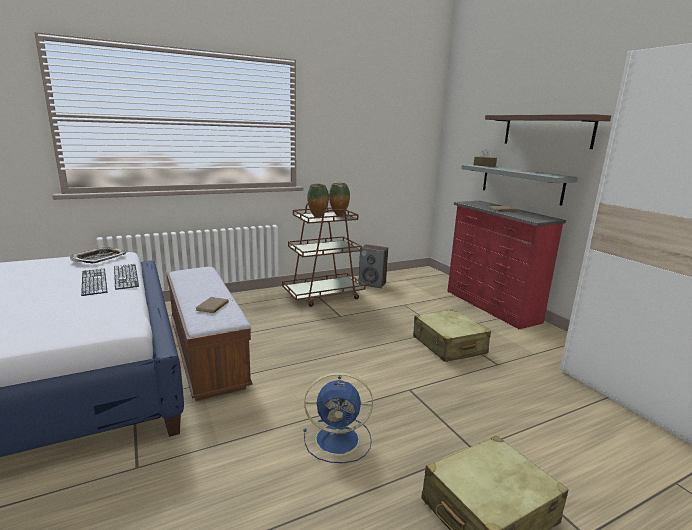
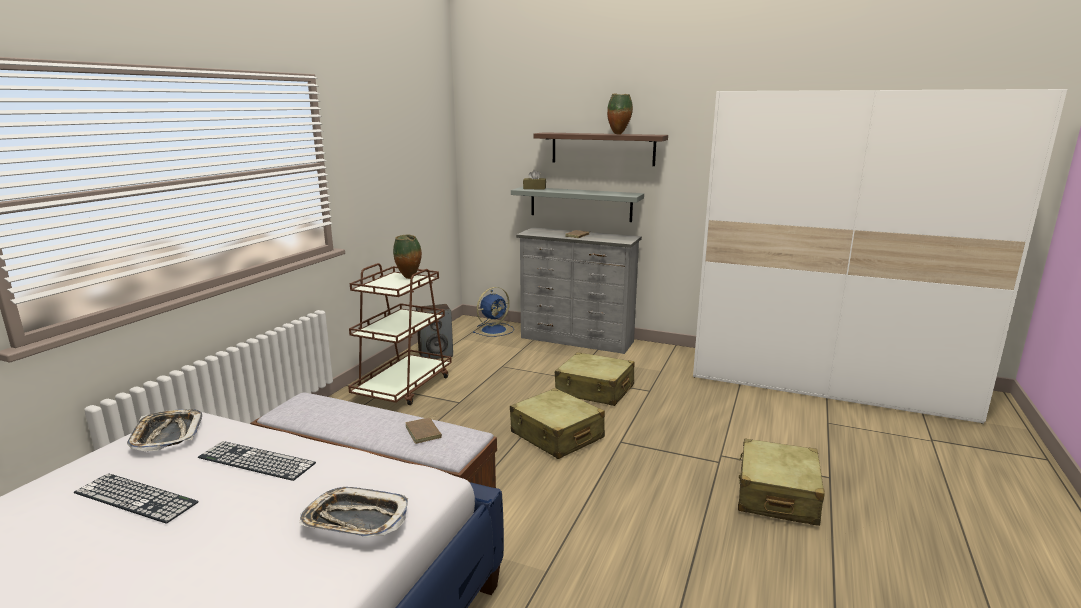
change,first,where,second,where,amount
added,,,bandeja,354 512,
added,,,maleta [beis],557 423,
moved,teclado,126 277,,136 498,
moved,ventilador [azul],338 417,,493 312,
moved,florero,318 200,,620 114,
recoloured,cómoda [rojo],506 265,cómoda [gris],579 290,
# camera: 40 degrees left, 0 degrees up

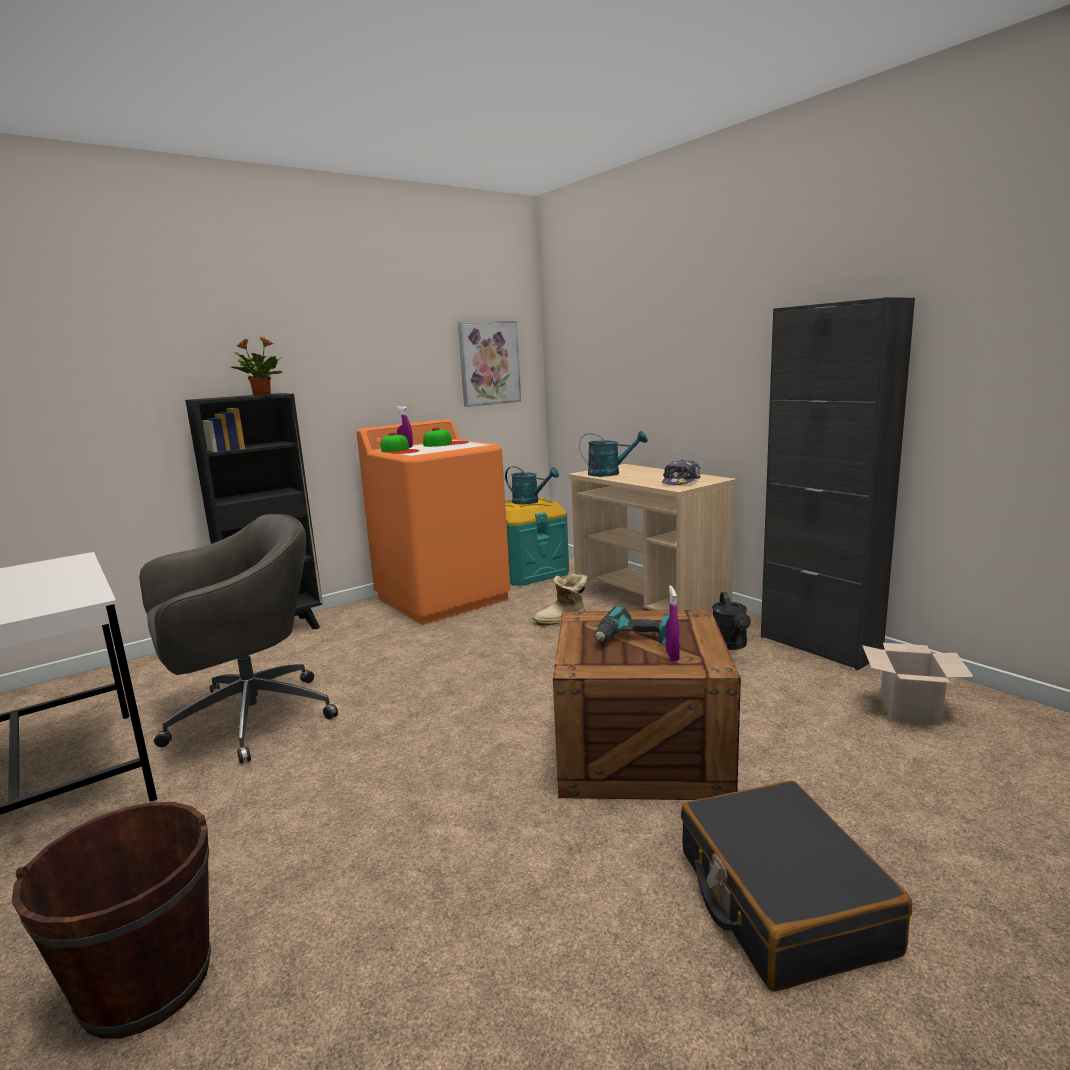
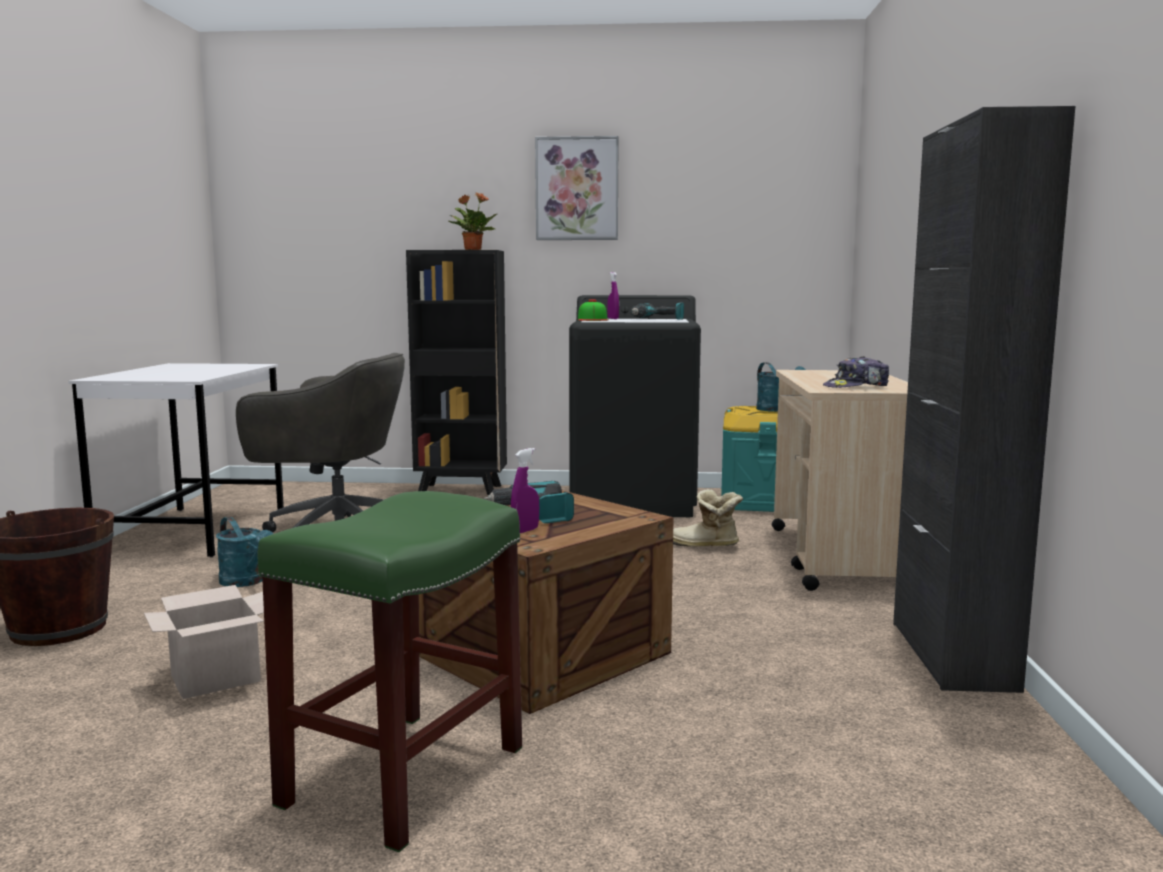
change,first,where,second,where,amount
removed,regadera [negro],731 621,,,
moved,cuadro,489 364,,577 188,
moved,regadera [turquesa],613 454,,245 552,
moved,caja de cartón,918 684,,204 642,
replaced,gorra,445 437,taladro,657 311,
replaced,maleta [negro],796 886,taburete [verde],389 671,
recoloured,lavadora [naranja],434 522,lavadora [negro],635 406,
# camera: 40 degrees right, 5 degrees down

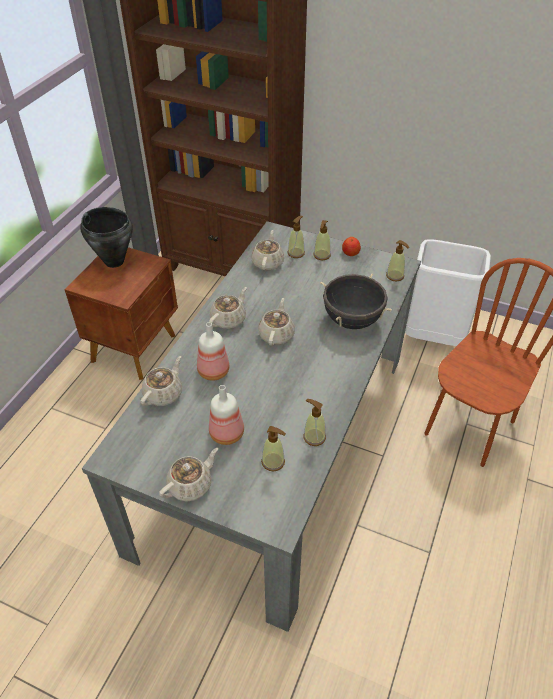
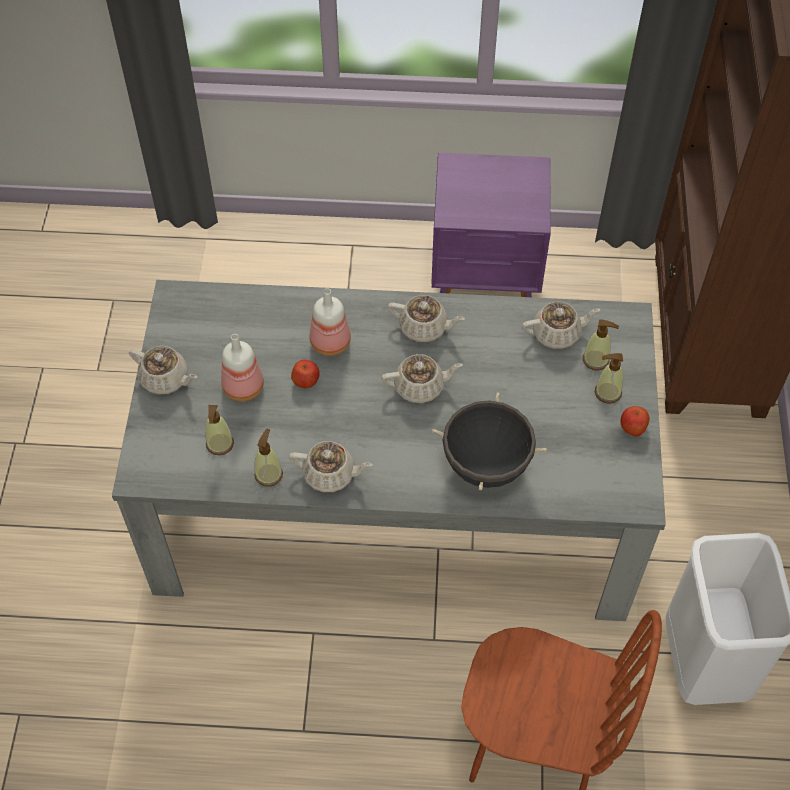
change,first,where,second,where,amount
removed,olla [negro],106 237,,,
removed,dispensador de jabón,397 260,,,
added,,,manzana,305 374,
moved,tetera [beis],161 381,,331 466,
recoloured,mesita de noche [marrón],121 313,mesita de noche [morado],491 225,
# camera: 70 degrees right, 10 degrees up

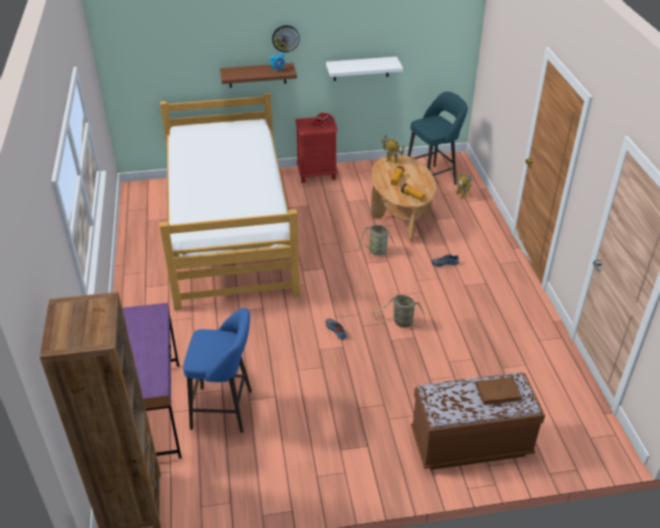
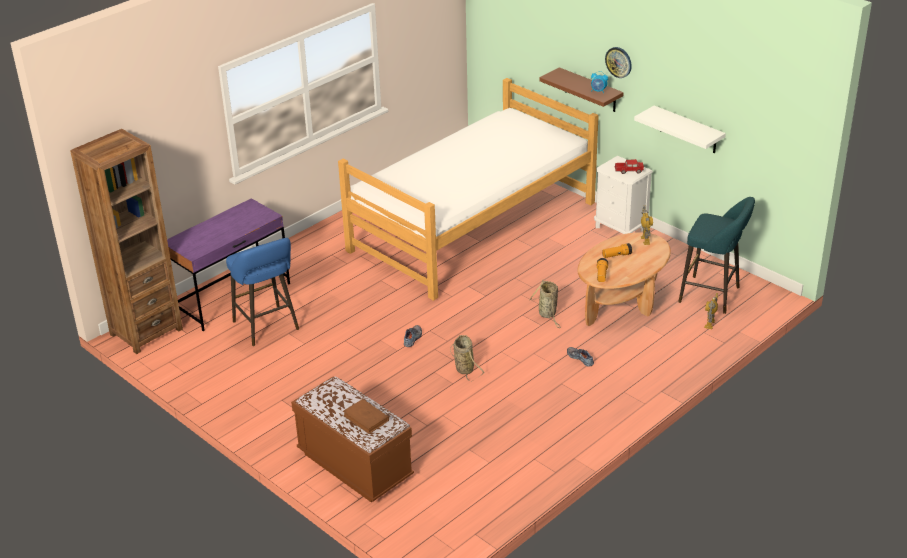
change,first,where,second,where,amount
recoloured,mesita de noche [rojo],316 149,mesita de noche [blanco],623 195,
# camera: 55 degrees right, 5 degrees down

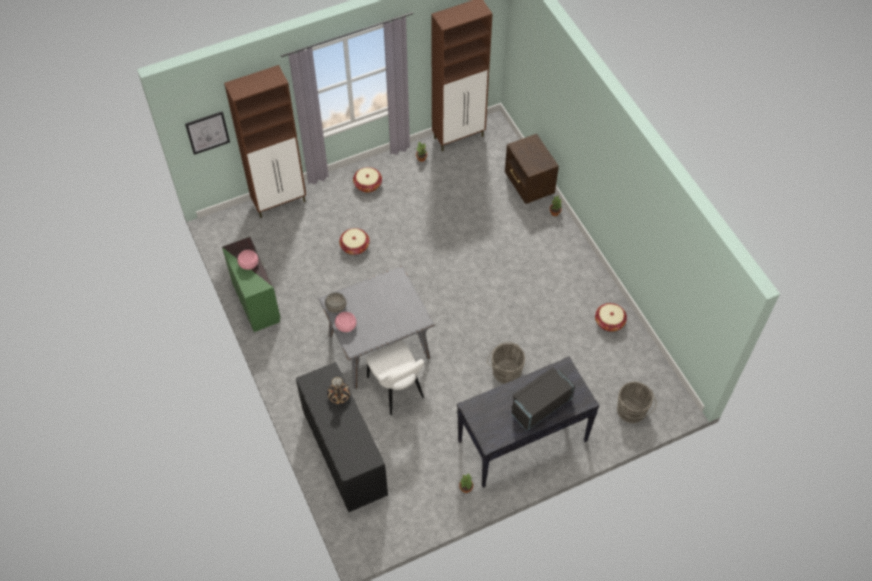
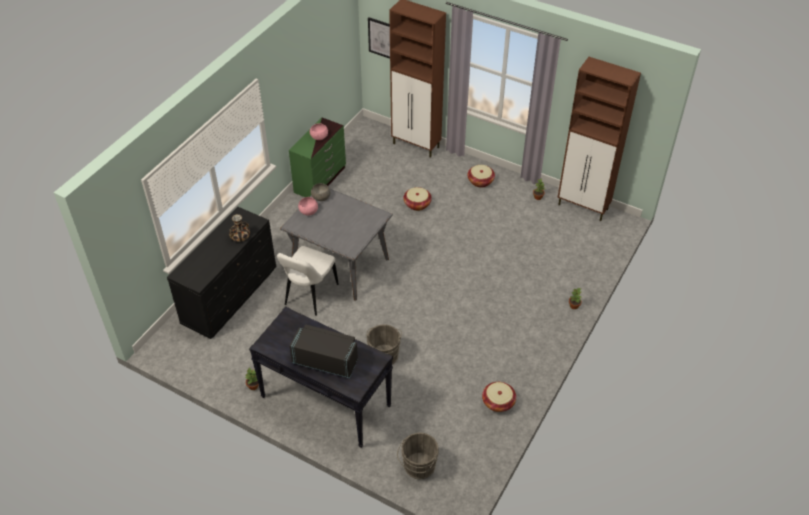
change,first,where,second,where,amount
removed,mesita de noche [marrón],532 169,,,
# camera: 55 degrees right, 10 degrees down

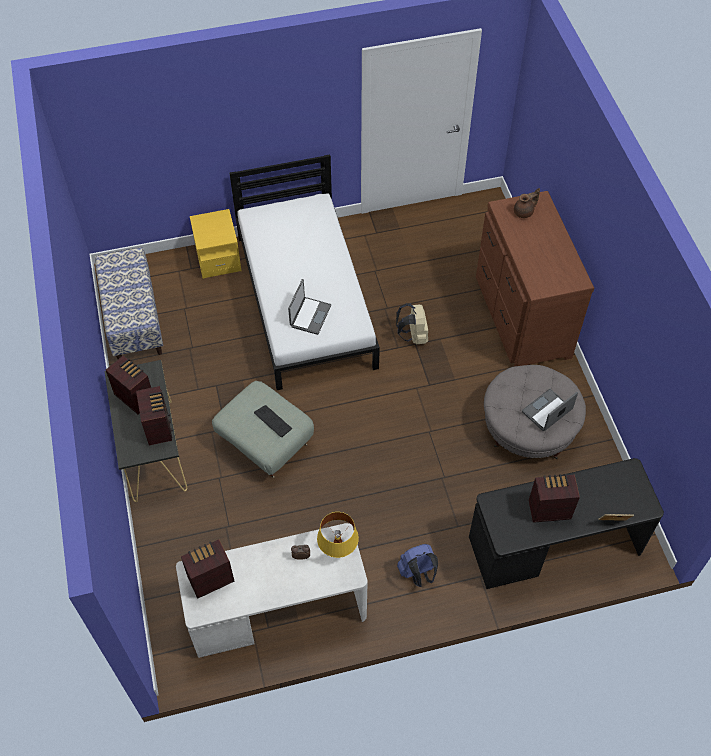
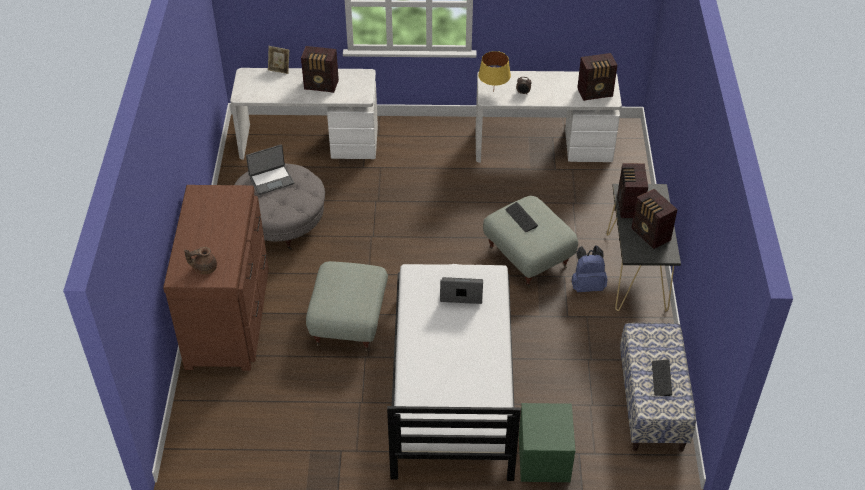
change,first,where,second,where,amount
added,,,teclado,662 378,
moved,mochila [azul],417 565,,589 268,
replaced,mochila [beis],412 323,puf [gris],347 306,
recoloured,mesita de noche [amarillo],215 244,mesita de noche [verde],547 442,
recoloured,escritorio [negro],566 523,escritorio [blanco],304 114,
turned,portátil,309 307,,461 290,60 degrees clockwise
# camera: 165 degrees left, 10 degrees down

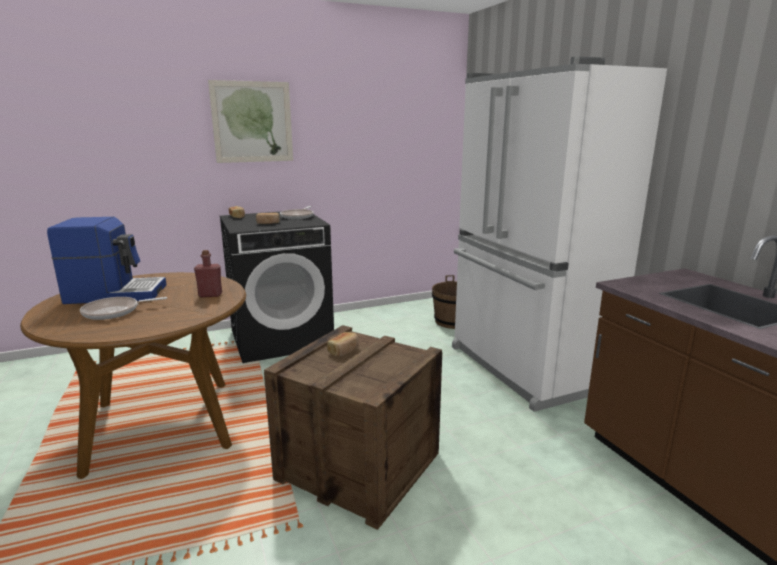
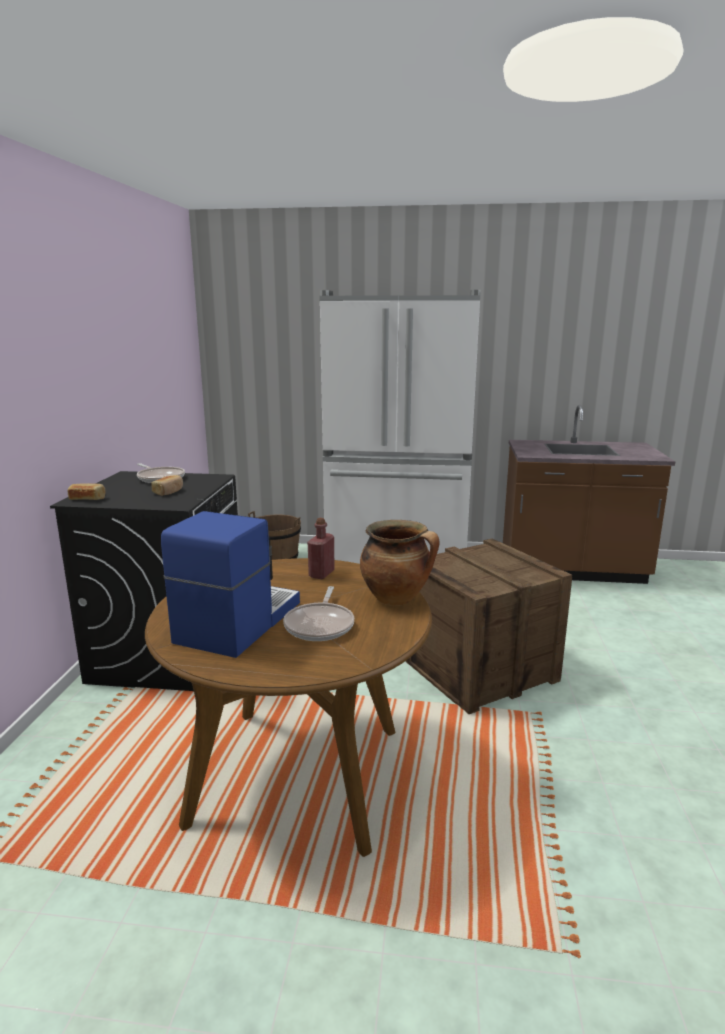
change,first,where,second,where,amount
removed,cuadro,250 121,,,
removed,pan,343 344,,,
added,,,olla,400 563,
# camera: 60 degrees left, 0 degrees up

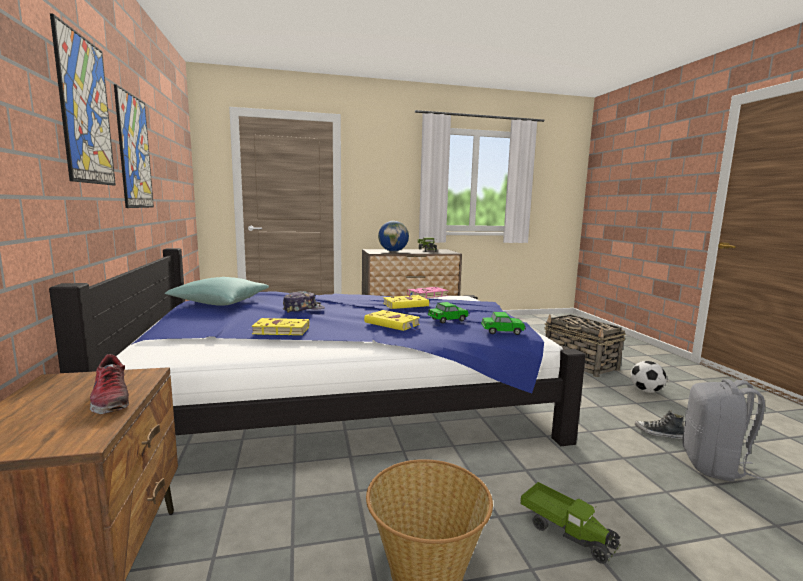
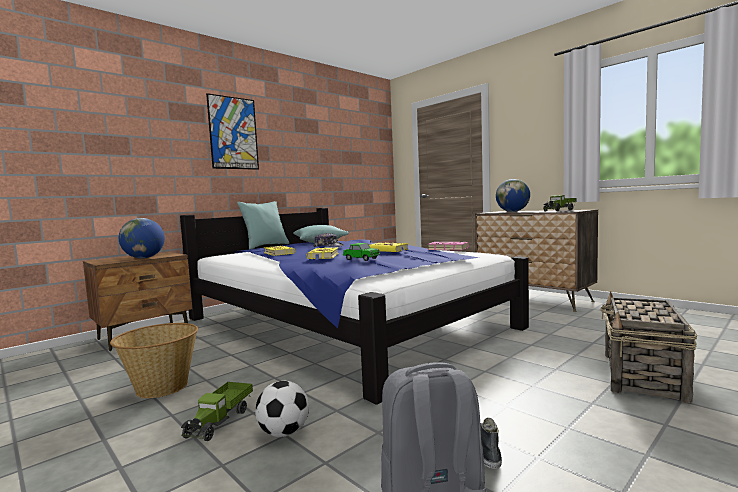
change,first,where,second,where,amount
removed,cuadro,134 146,,,
removed,coche de juguete,503 323,,,
added,,,cojín [turquesa],263 225,
moved,balón de fútbol,648 377,,282 409,
replaced,zapato,109 384,globo terráqueo,142 238,
# camera: 60 degrees right, 5 degrees down

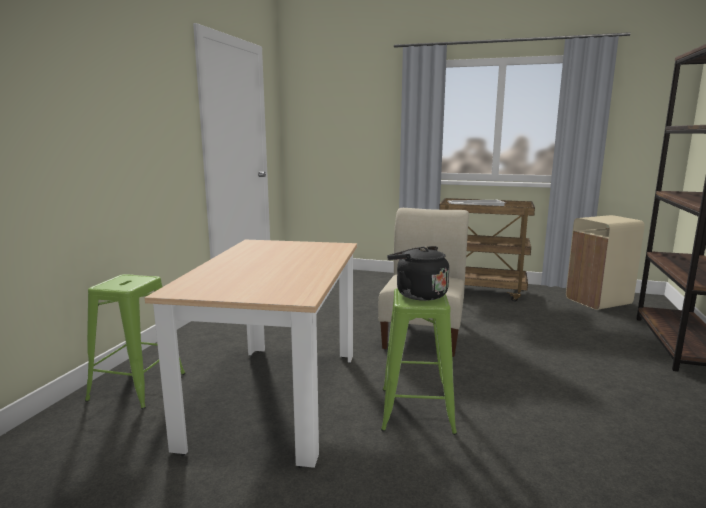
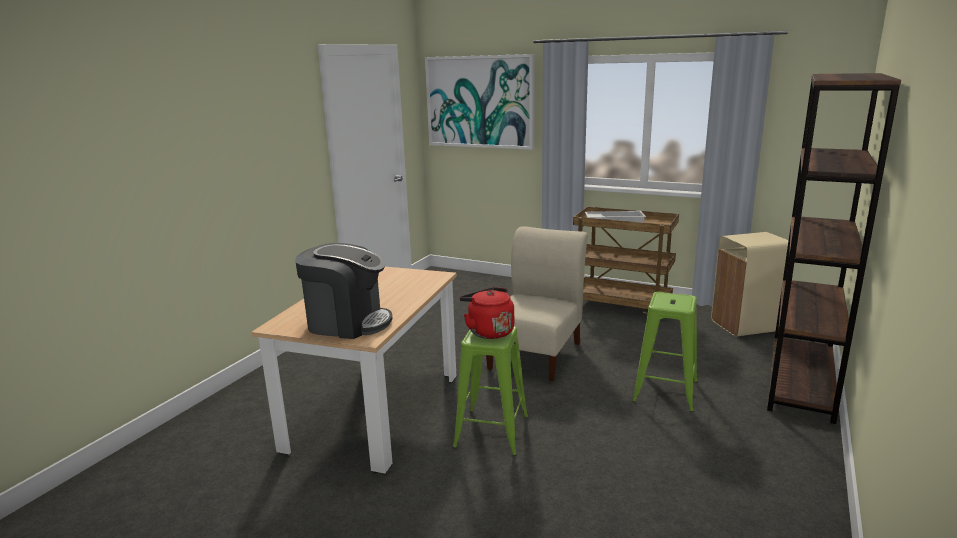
change,first,where,second,where,amount
added,,,cafetera,343 291,
added,,,cuadro,480 101,
moved,taburete [verde],135 341,,665 352,
recoloured,hervidor [negro],418 273,hervidor [rojo],487 313,
# camera: 10 degrees right, 5 degrees up

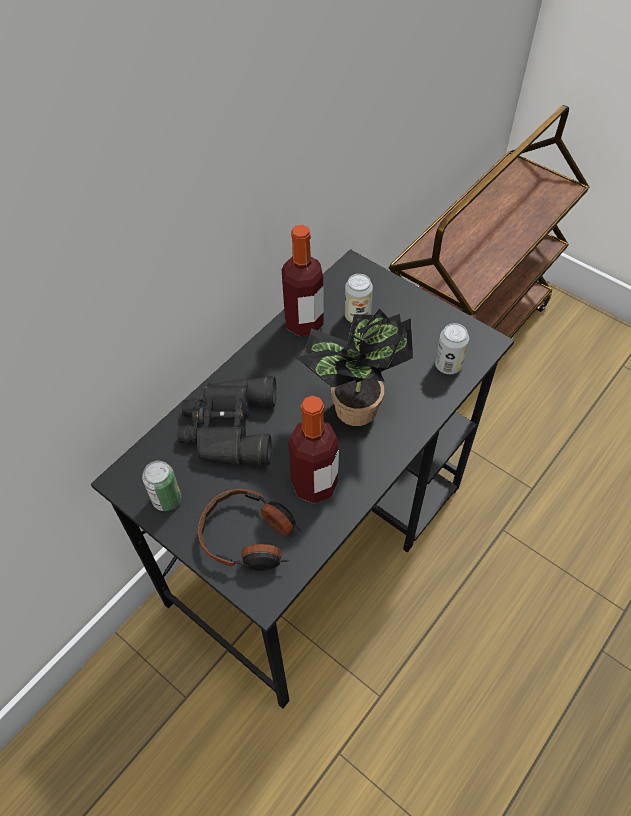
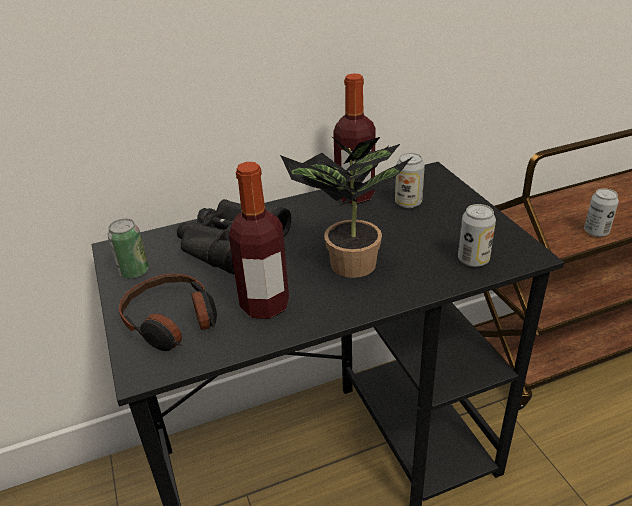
change,first,where,second,where,amount
added,,,lata,601 212,
# camera: 30 degrees right, 20 degrees down

